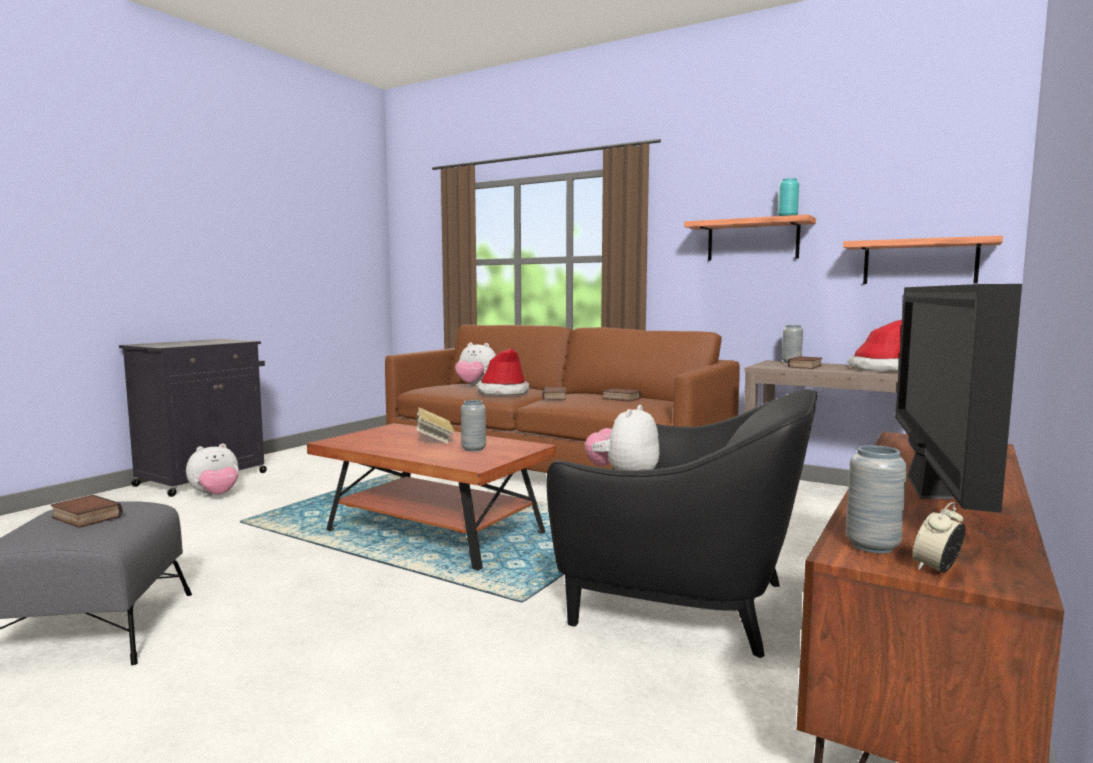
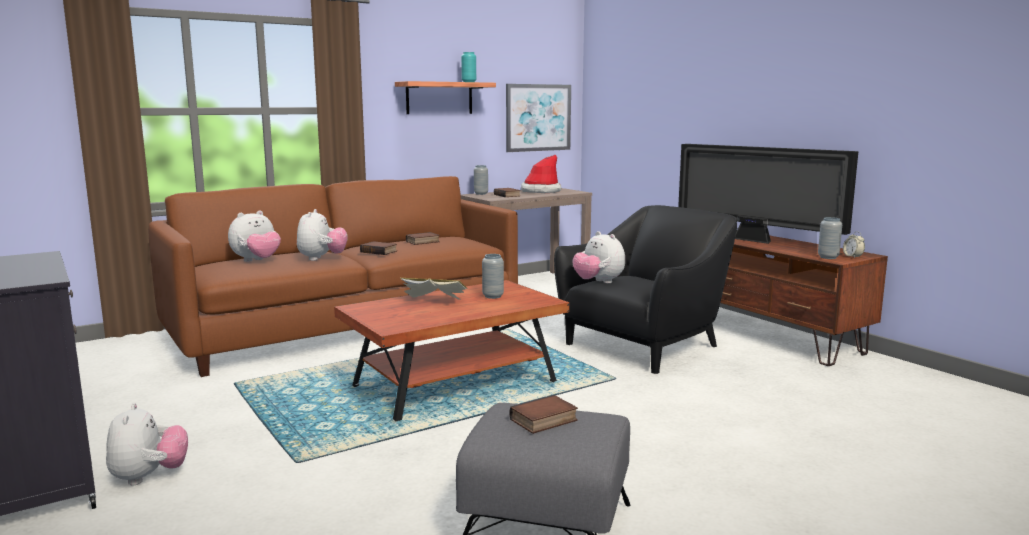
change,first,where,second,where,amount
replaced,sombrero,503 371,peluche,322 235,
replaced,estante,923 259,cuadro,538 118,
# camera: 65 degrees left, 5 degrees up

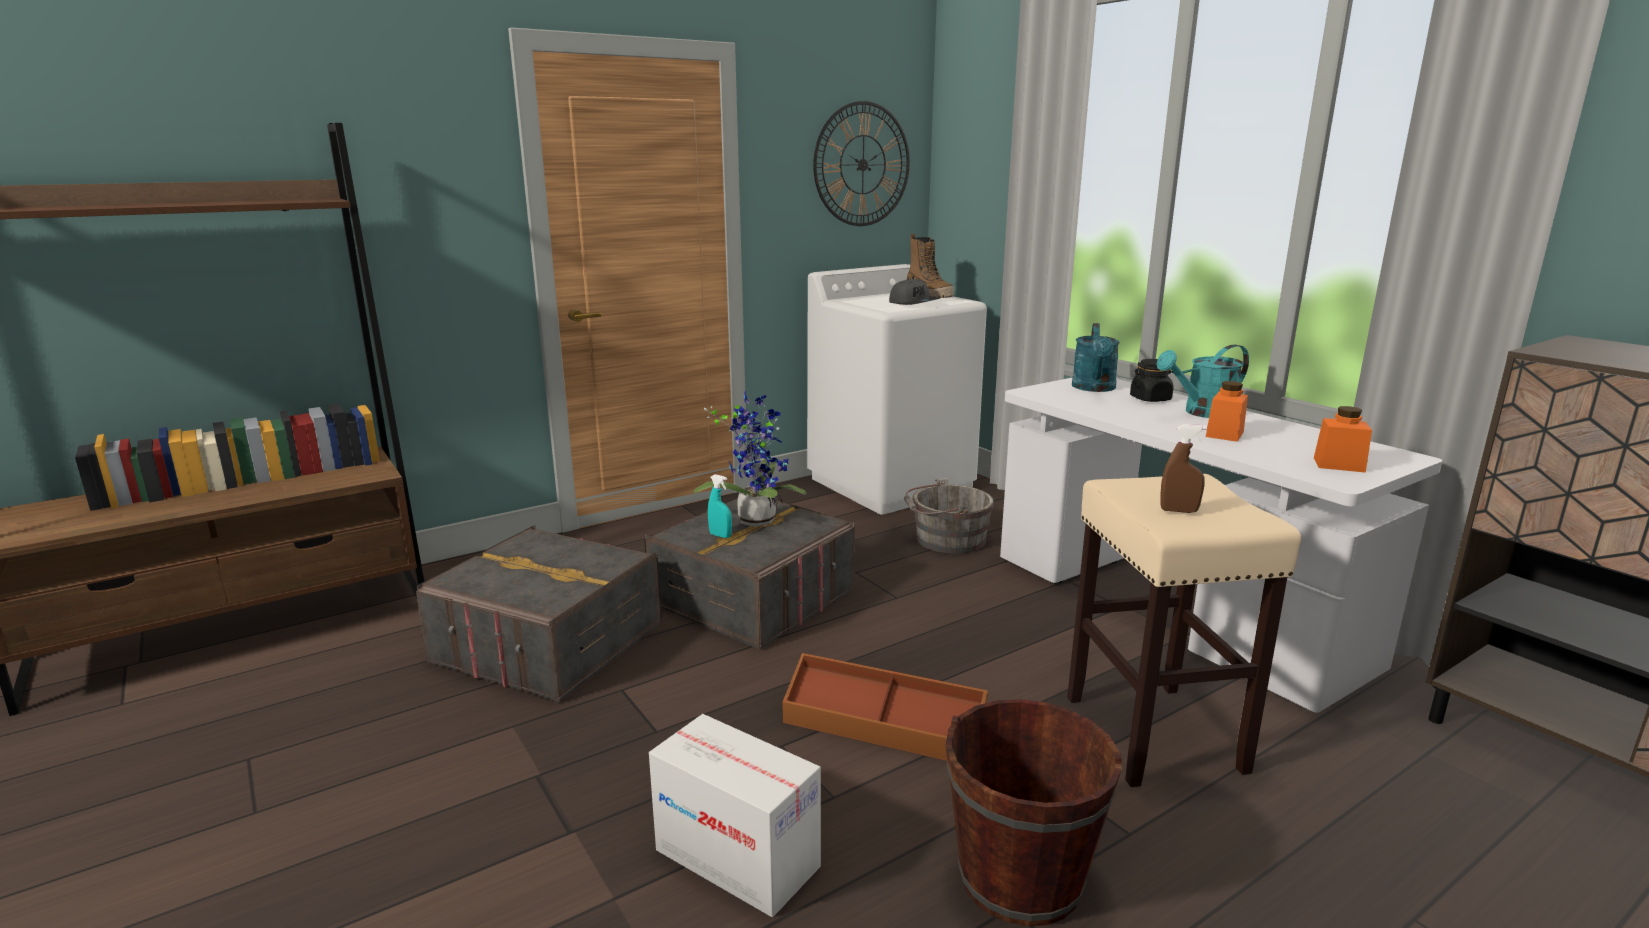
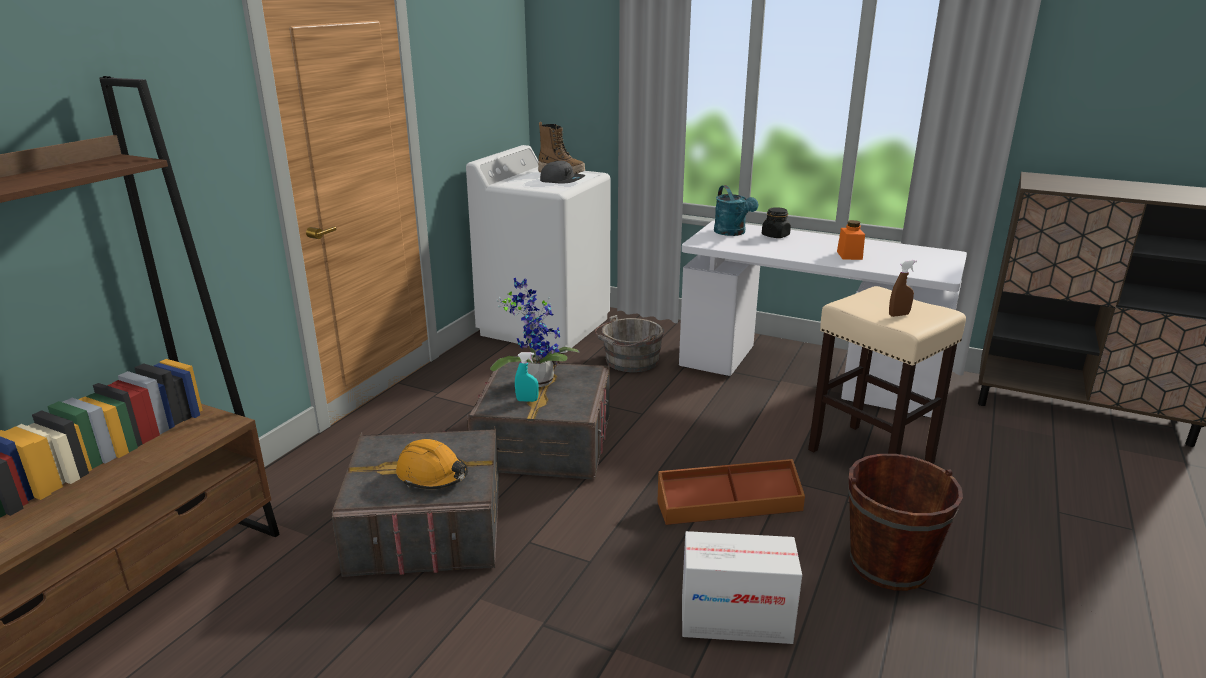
change,first,where,second,where,amount
removed,reloj de pared,861 163,,,
removed,regadera [turquesa],1203 381,,,
removed,tarro [naranja],1343 439,,,
added,,,casco [naranja],432 464,
# camera: 30 degrees left, 5 degrees up

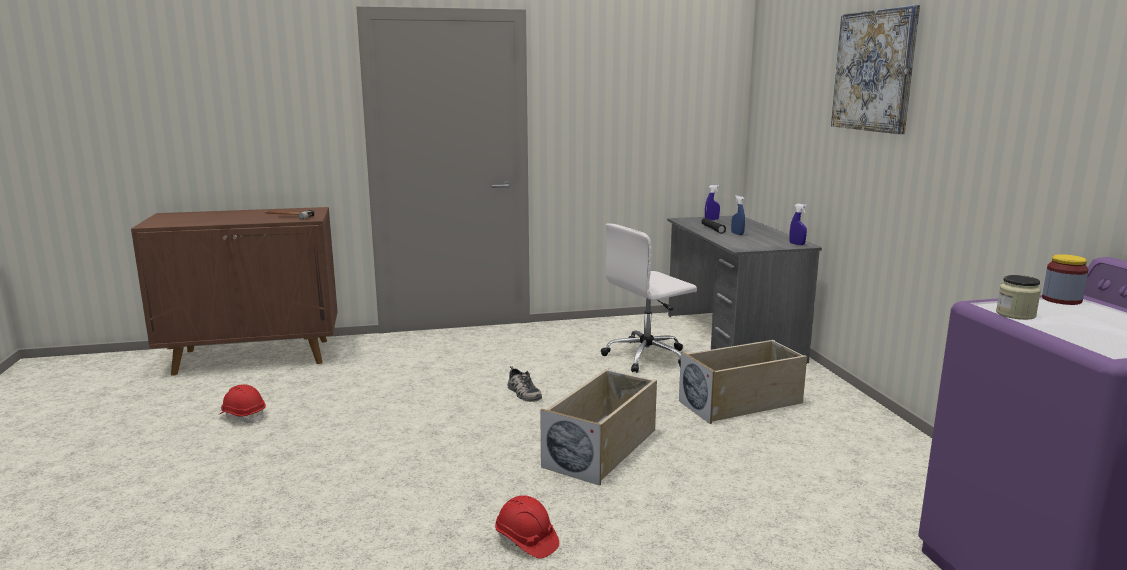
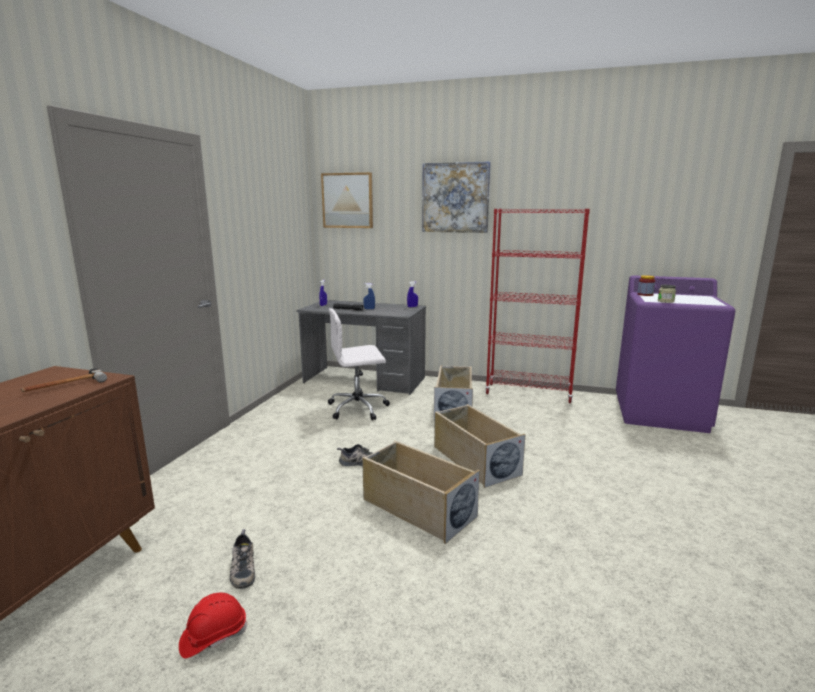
change,first,where,second,where,amount
removed,casco [rojo],527 527,,,
added,,,zapato,242 559,
added,,,cuadro,347 200,
added,,,caja de almacenaje [beis],421 492,
added,,,estantería [rojo],537 306,
turned,silla de oficina [blanco],649 298,,359 364,75 degrees clockwise
# camera: 60 degrees left, 0 degrees up

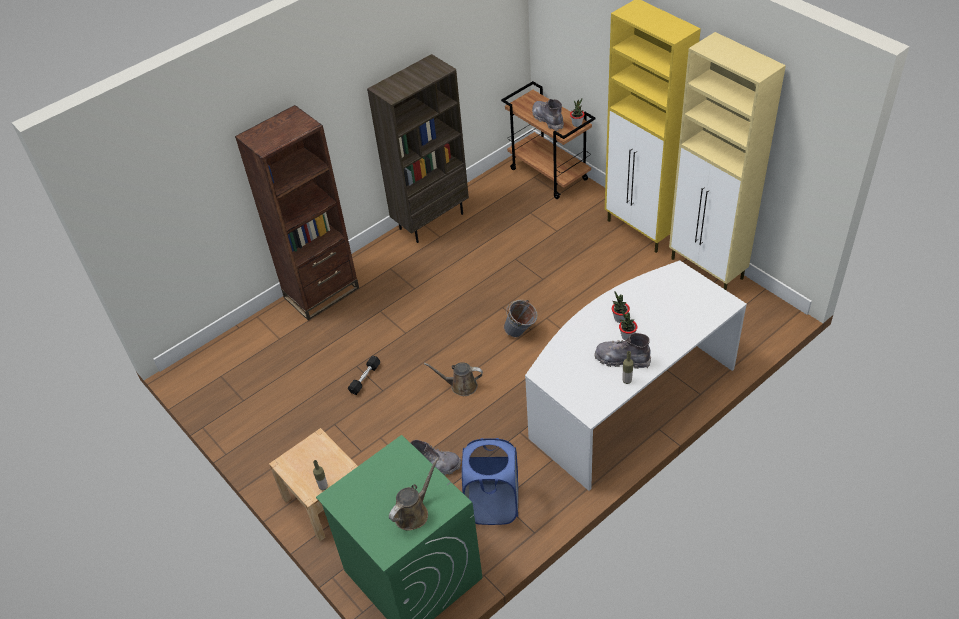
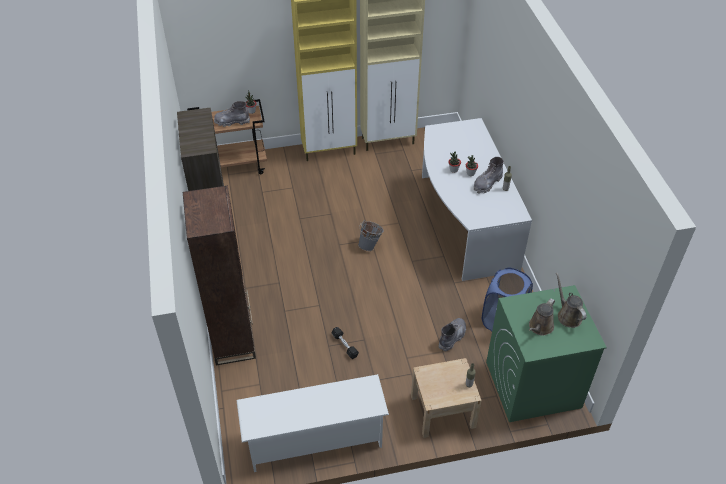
change,first,where,second,where,amount
added,,,zapatero [blanco],313 423,
moved,regadera [marrón],453 379,,542 317,
# camera: 65 degrees left, 0 degrees up

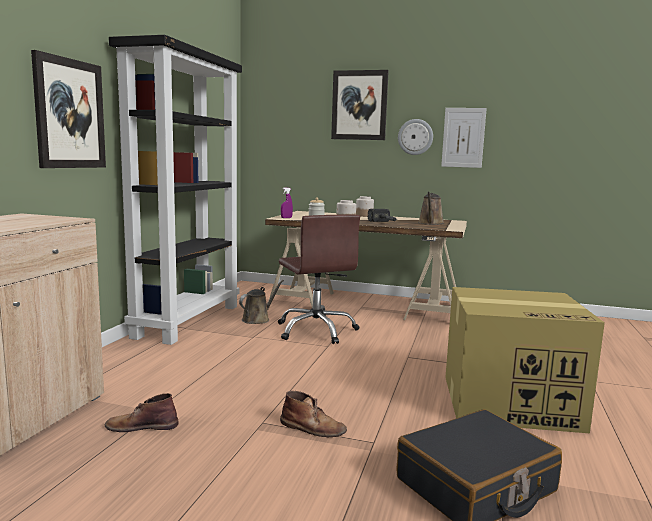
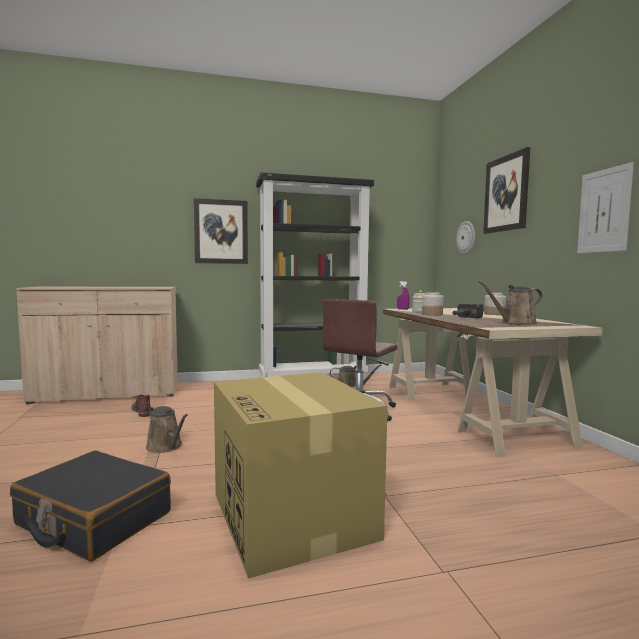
change,first,where,second,where,amount
moved,reloj de pared,415 137,,465 237,
replaced,bota [marrón],313 414,regadera [marrón],167 429,
# camera: 60 degrees right, 5 degrees down

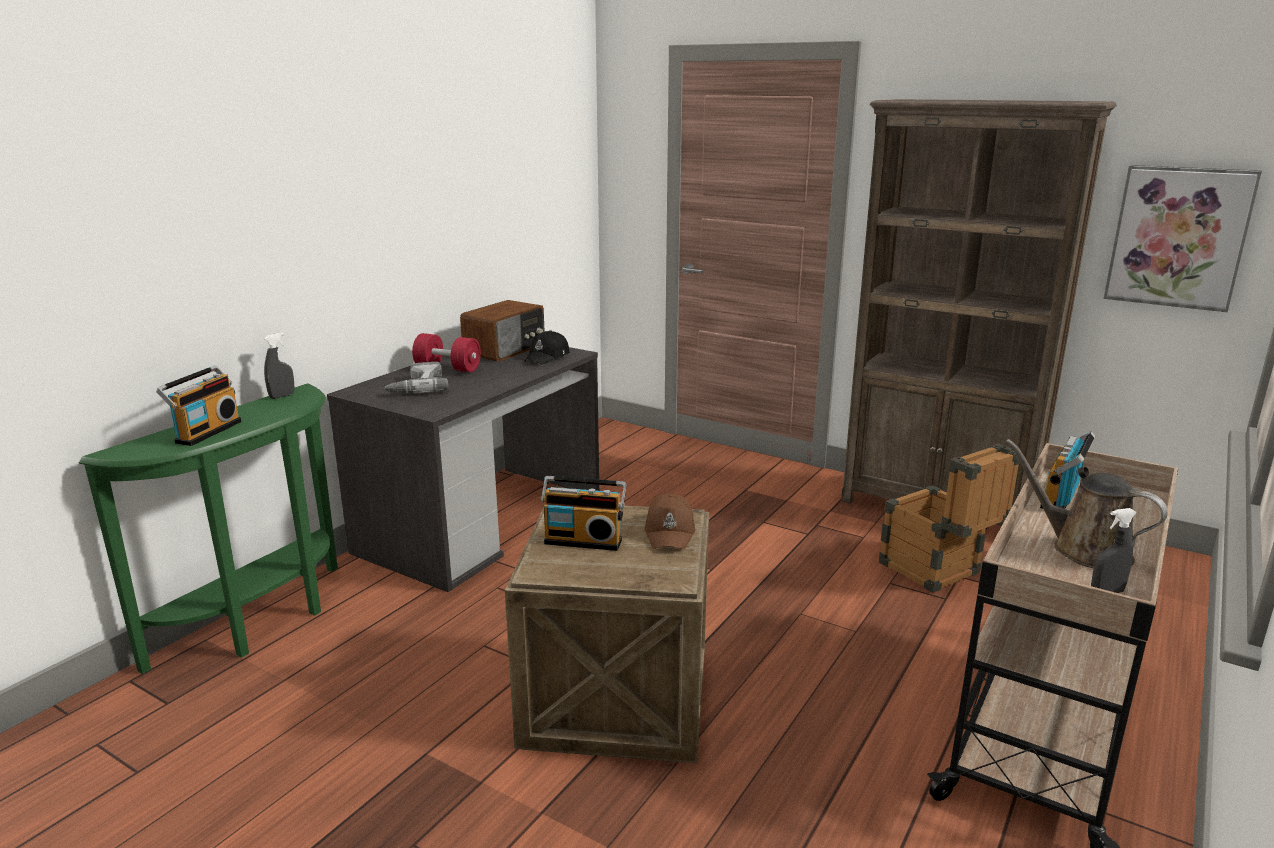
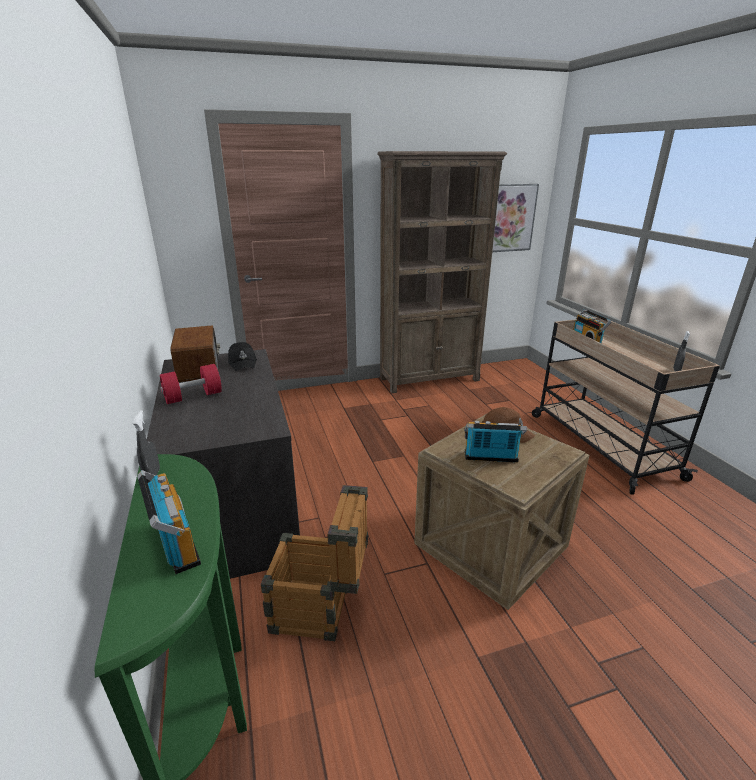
change,first,where,second,where,amount
removed,taladro,416 377,,,
removed,regadera [marrón],1087 503,,,
moved,caja de embalaje,949 518,,314 563,
turned,radio,583 513,,495 441,135 degrees counterclockwise
# camera: 50 degrees left, 5 degrees up

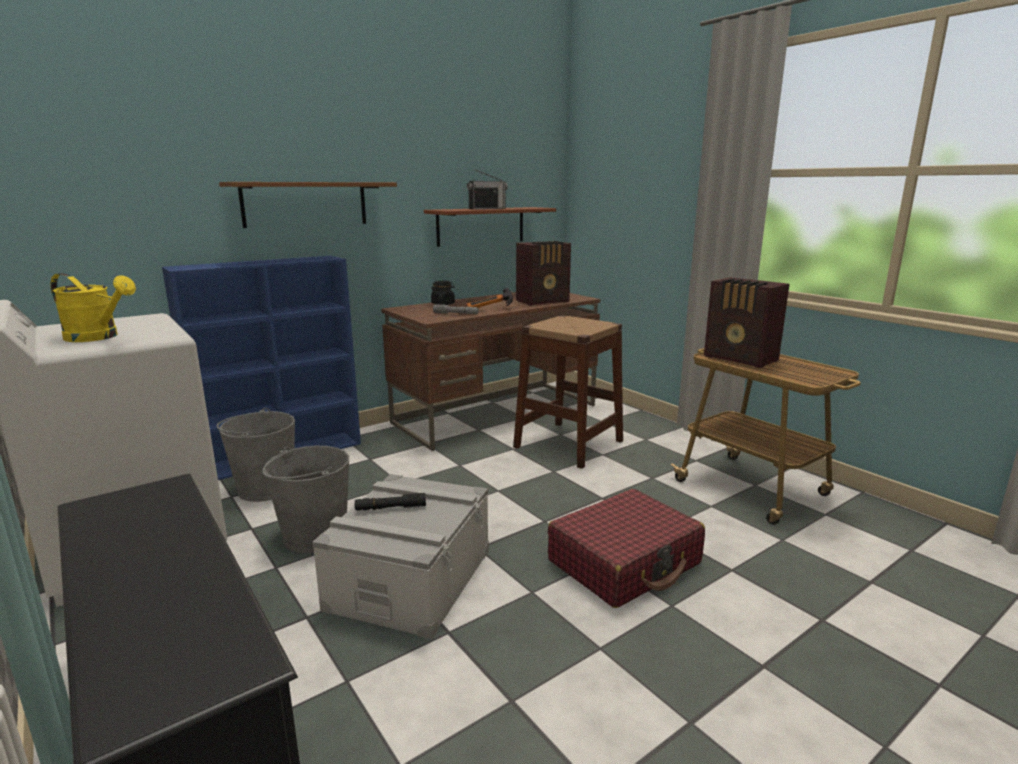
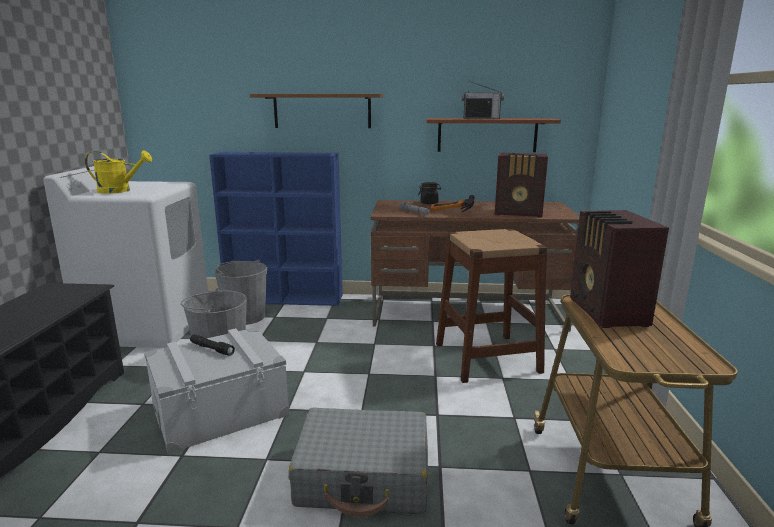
change,first,where,second,where,amount
recoloured,maleta [rojo],626 548,maleta [gris],358 462,
turned,regadera [amarillo],93 307,,118 172,60 degrees counterclockwise
# camera: 40 degrees right, 0 degrees up

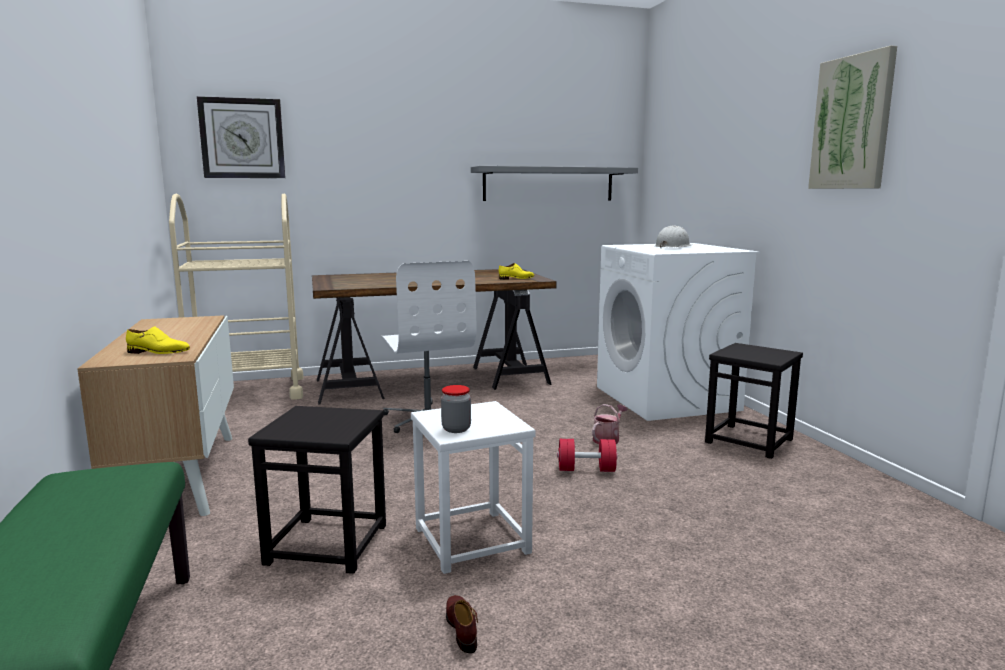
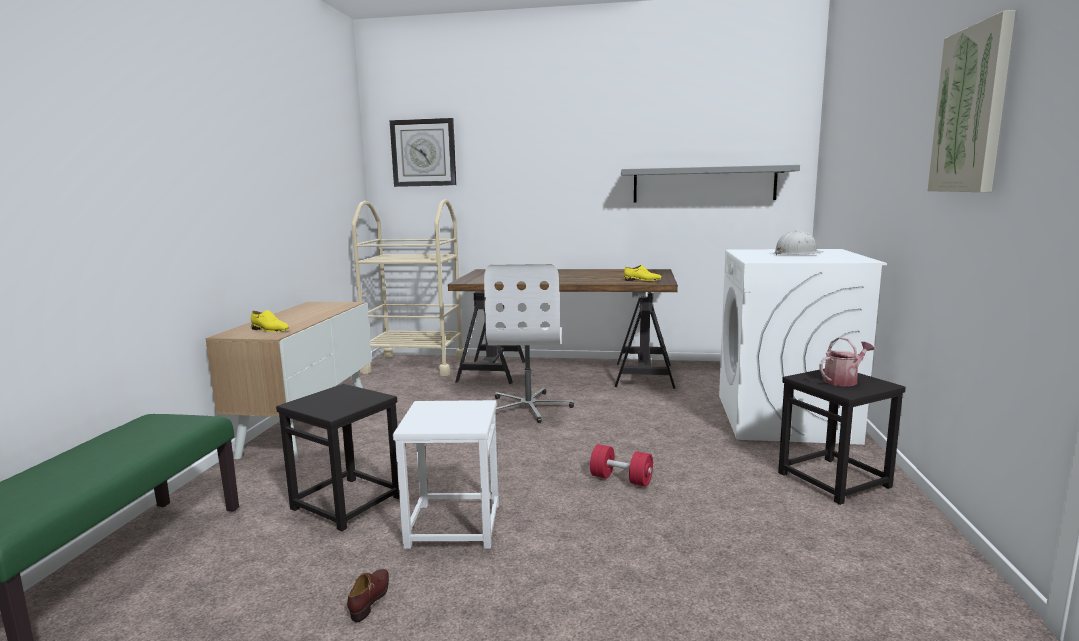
change,first,where,second,where,amount
removed,tarro,456 409,,,
moved,regadera,609 424,,846 361,
# camera: 25 degrees right, 0 degrees up

